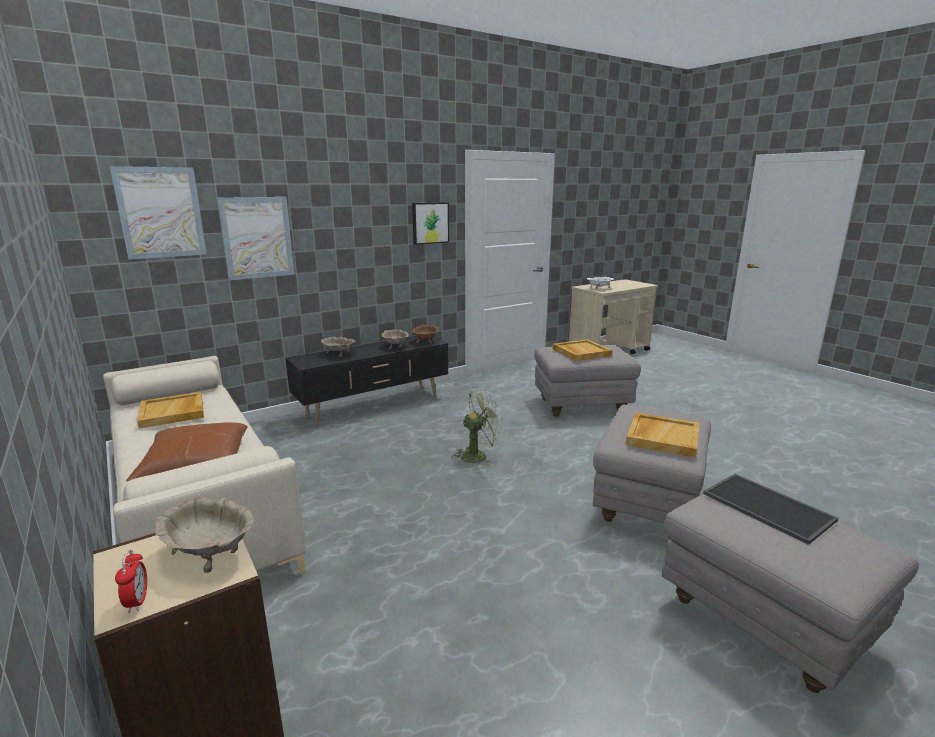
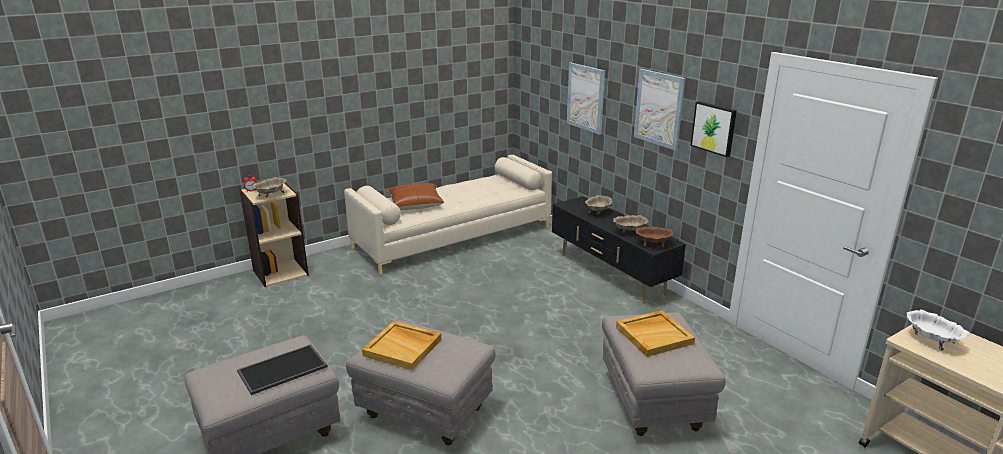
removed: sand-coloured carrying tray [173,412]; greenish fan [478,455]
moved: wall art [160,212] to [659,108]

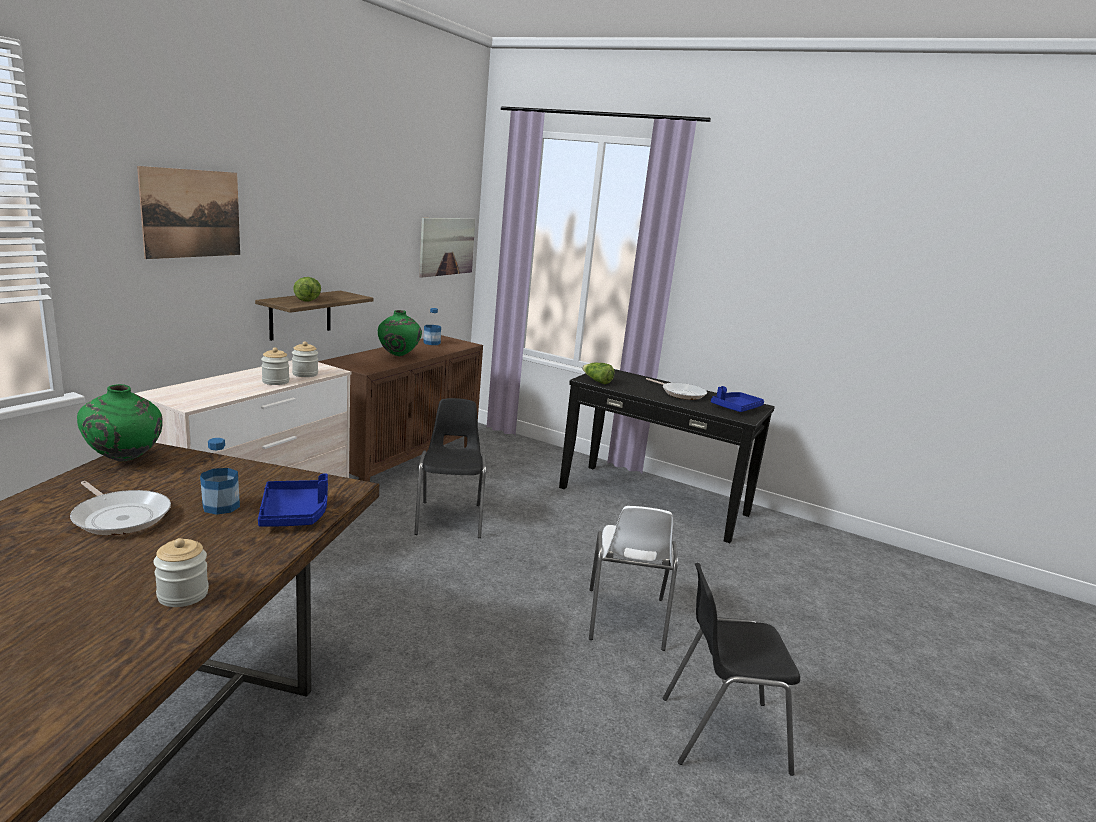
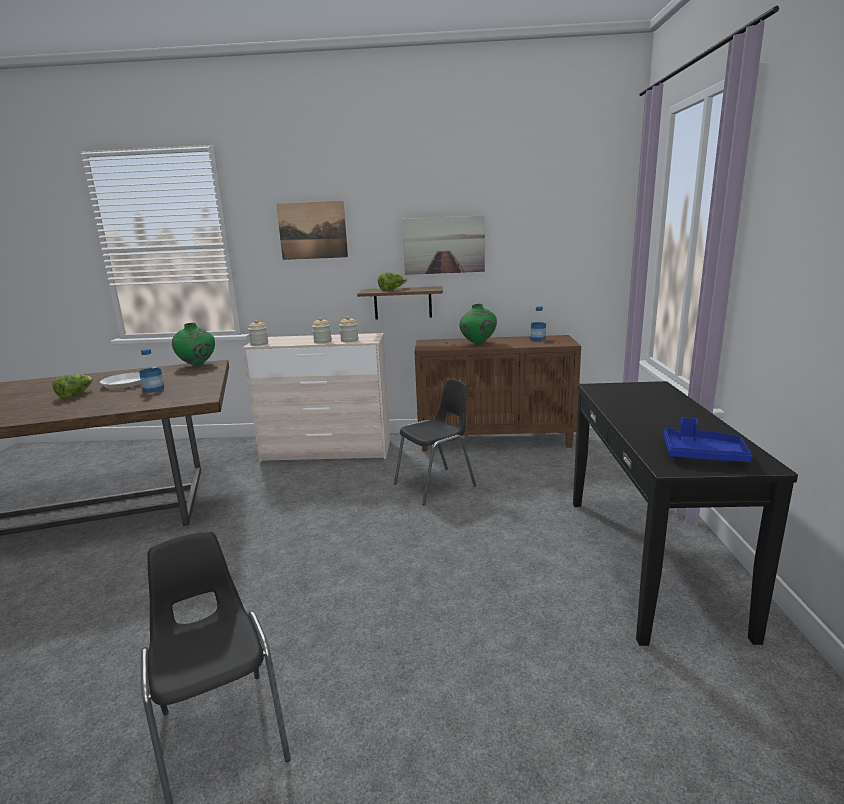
removed: blue carrying tray [295,513]; white chair [625,619]; pan [681,393]
moved: lettuce head [597,381] to [75,394]; storage jar [183,594] to [259,344]; wall art [447,246] to [443,245]

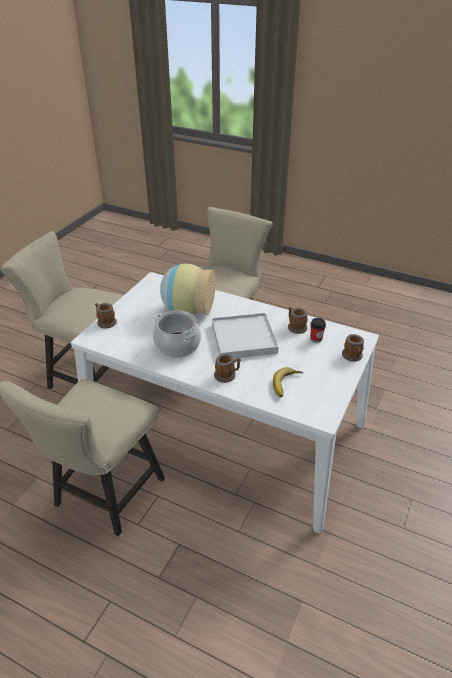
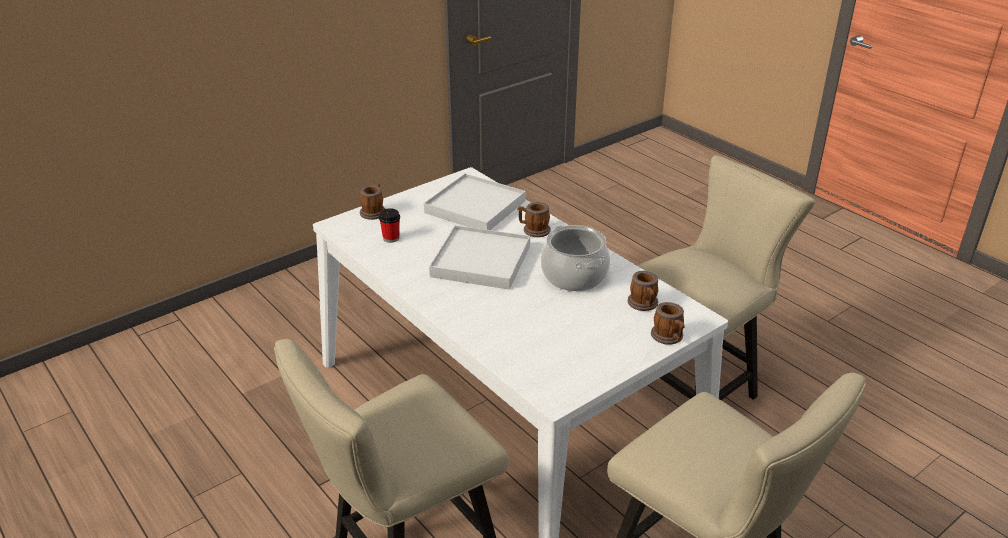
removed: decorative vase [187,310]
moved: tea mug [295,327] to [644,304]
replaced: whole banana [287,385] to white carrying tray [475,206]

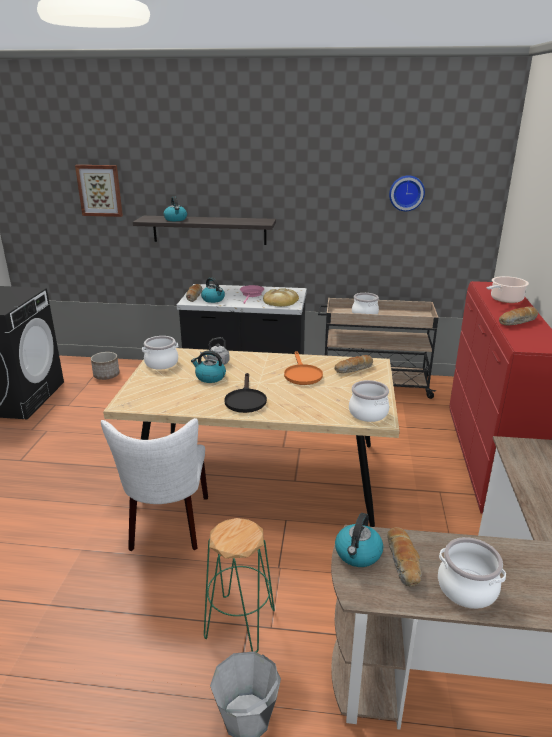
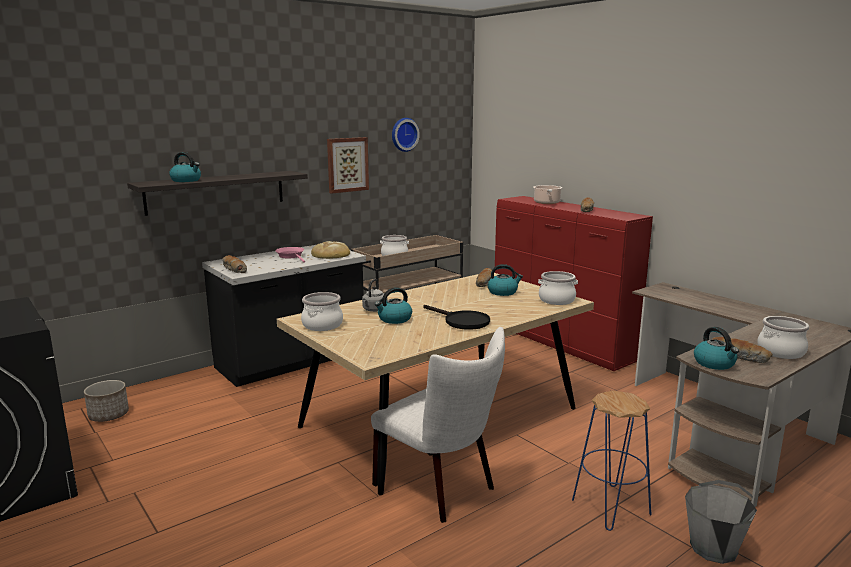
removed: orange pan [302,374]
moved: wall art [100,190] to [347,164]; water kettle [213,299] to [503,292]
recoloured: greenish sitting stool [240,623] to blue sitting stool [610,507]

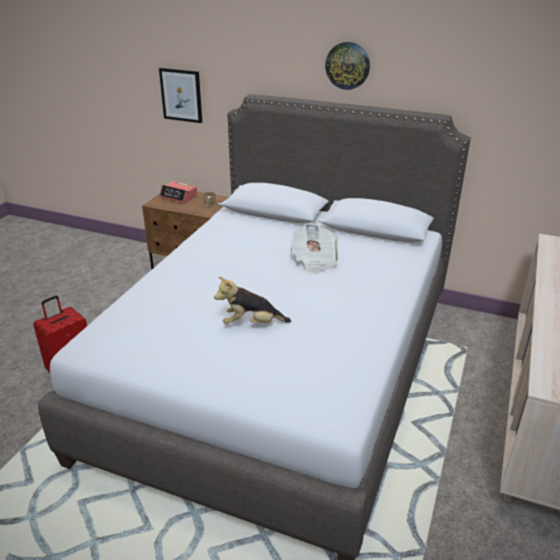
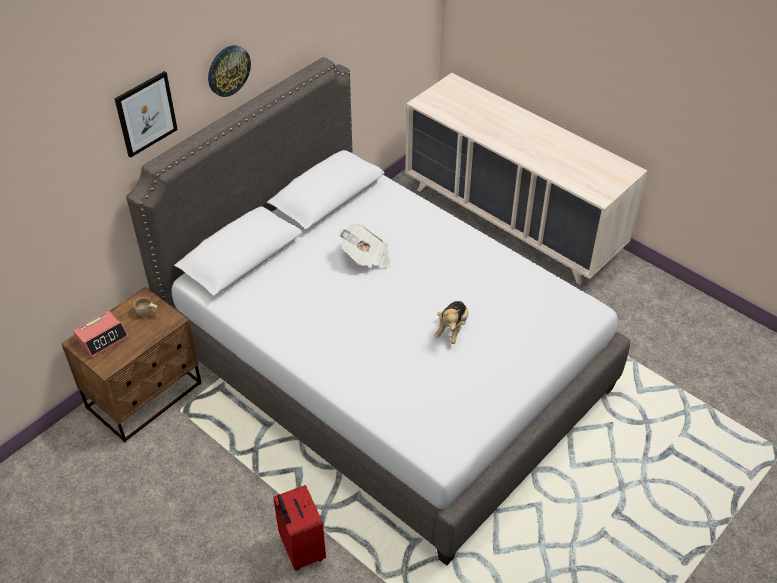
moved: wall art [181,95] to [146,114]

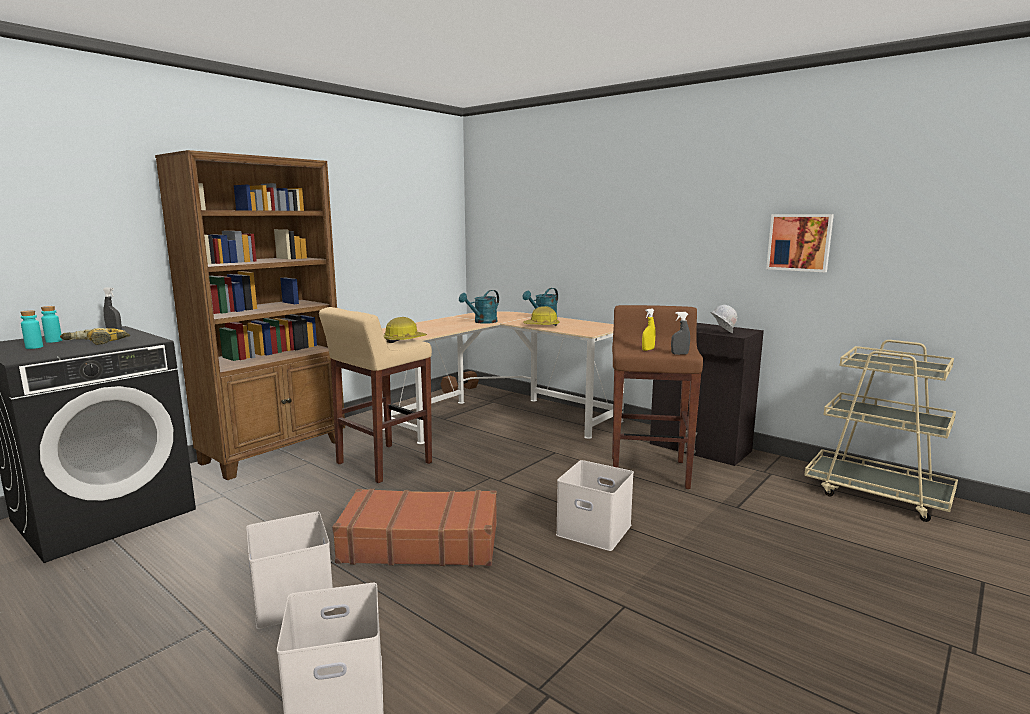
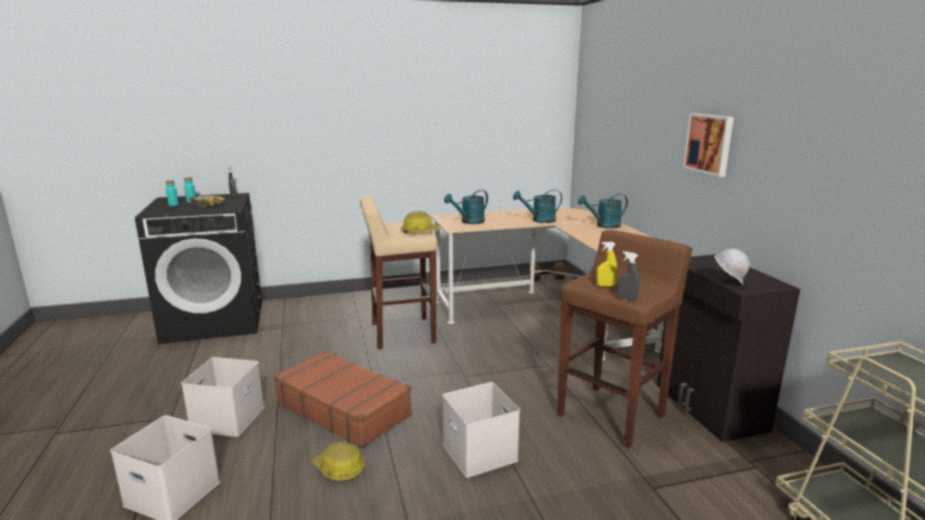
removed: brown-coloured bookshelf [275,452]
added: turquoise-coloured watering can [469,222]
moved: safety helmet [541,326] to [339,469]; wall art [799,242] to [709,144]

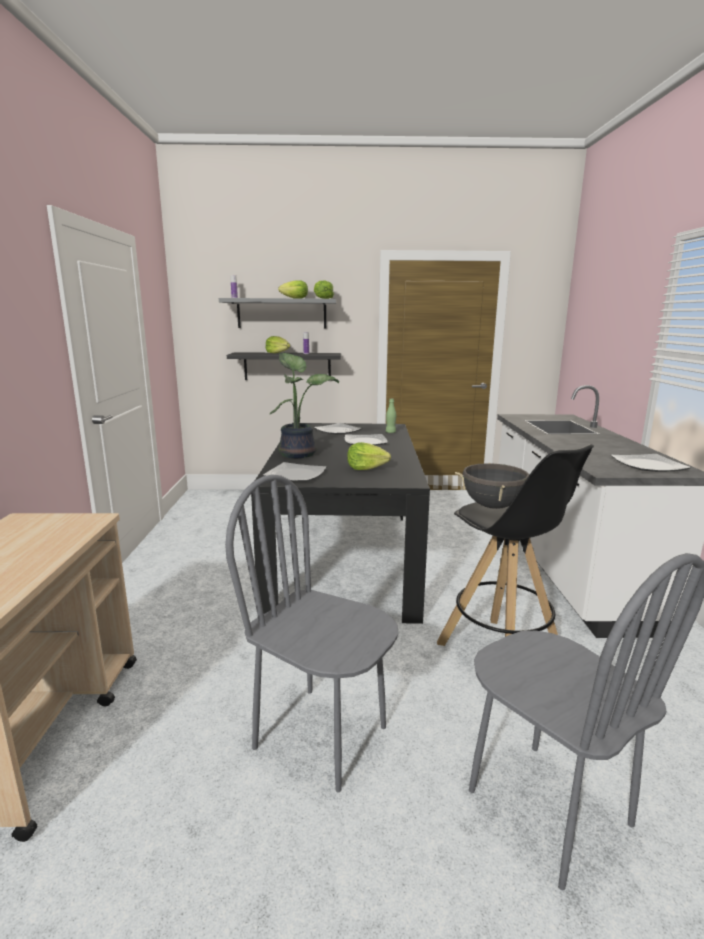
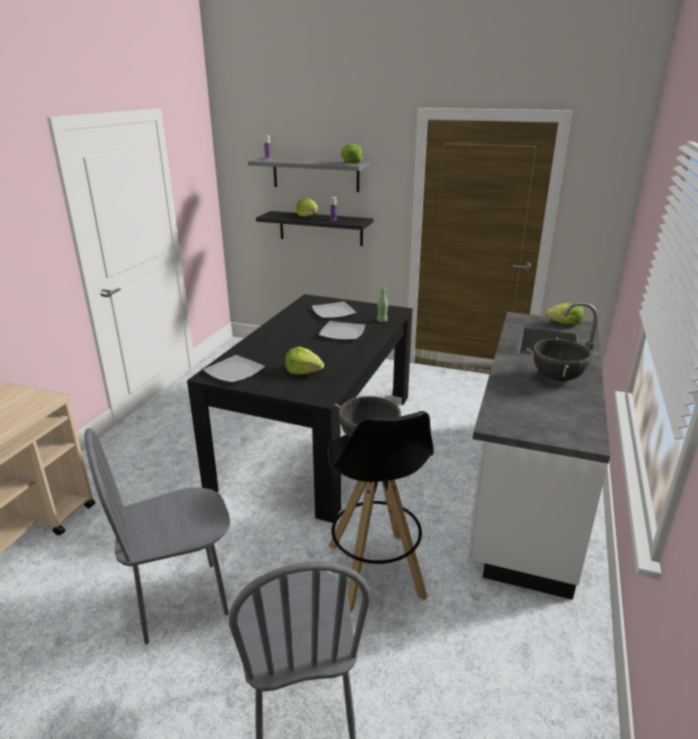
removed: potted plant [298,453]; plate [648,465]
added: blackish saucepot [557,378]
moved: lettuce head [295,298] to [564,323]
turned: grey chair [321,736] = [181,600] 75 degrees counterclockwise

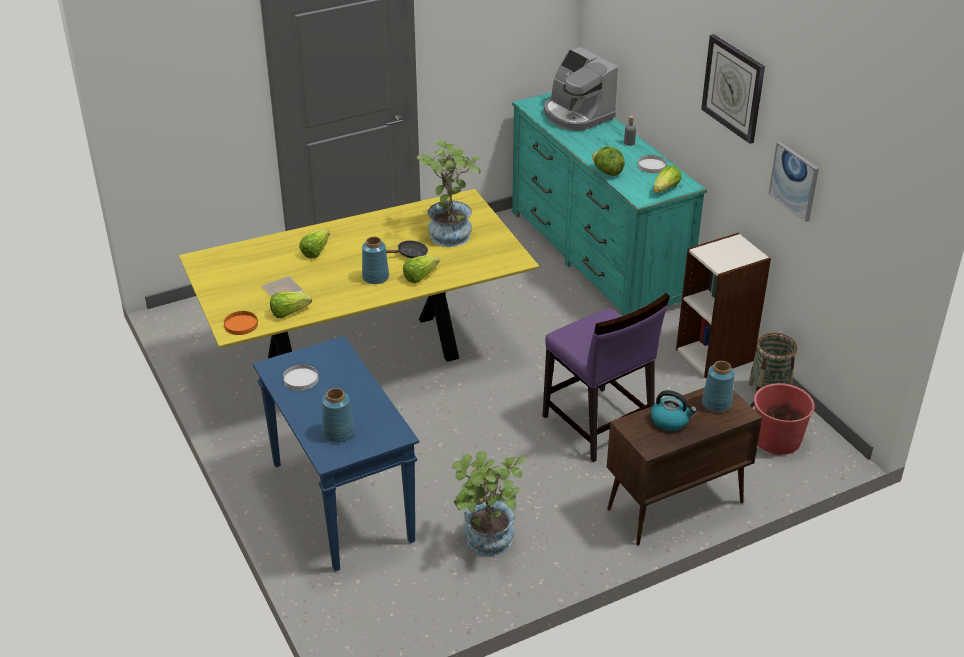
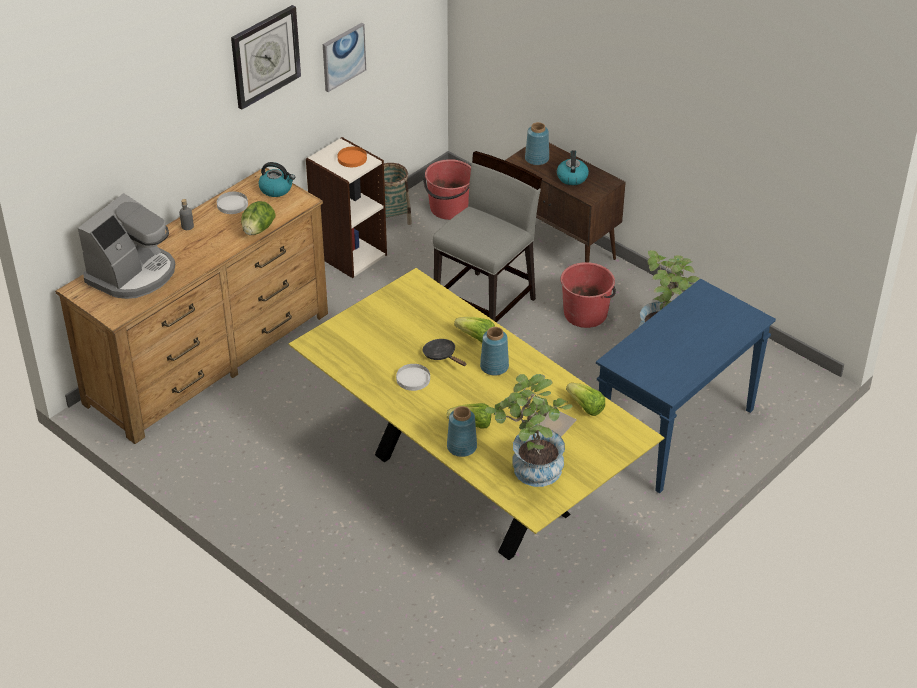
added: red bucket [586,313]
moved: orange plate [241,324] to [352,158]; white plate [301,379] to [413,378]; blue decorative vase [338,433] to [462,447]; potted plant [450,232] to [530,471]
replaced: lettuce head [666,189] to water kettle [276,189]
recoloured: turquoise-coloured drawer chest [596,256] to brown-coloured drawer chest [208,357]; purplish chair [598,425] to grey chair [486,305]

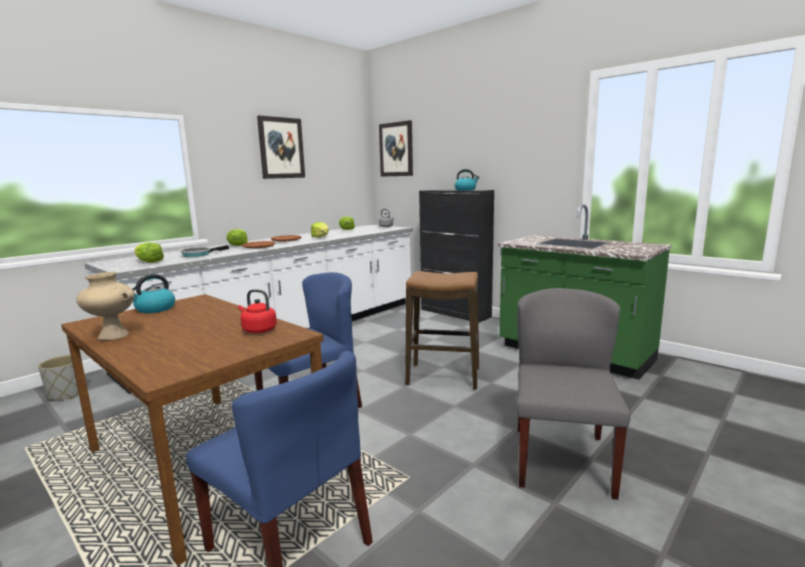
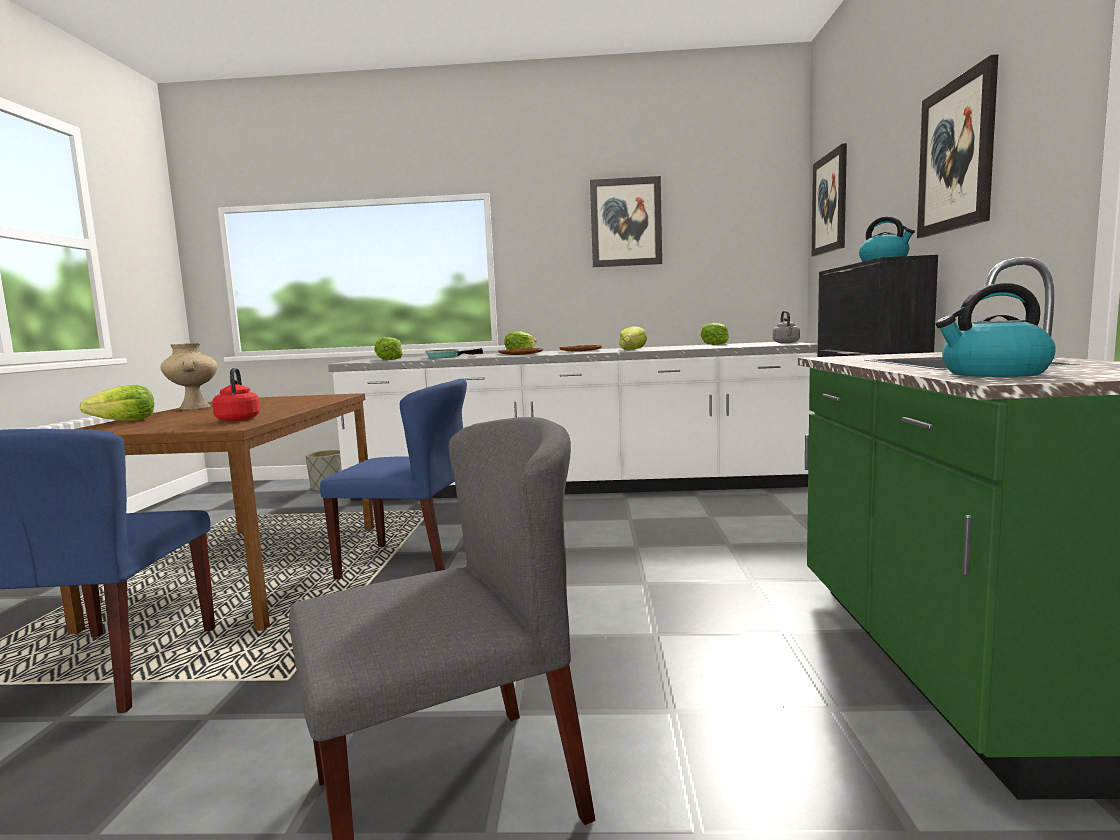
removed: sitting stool [443,377]
added: lettuce head [125,421]; wall art [956,156]
moved: water kettle [155,309] to [993,374]

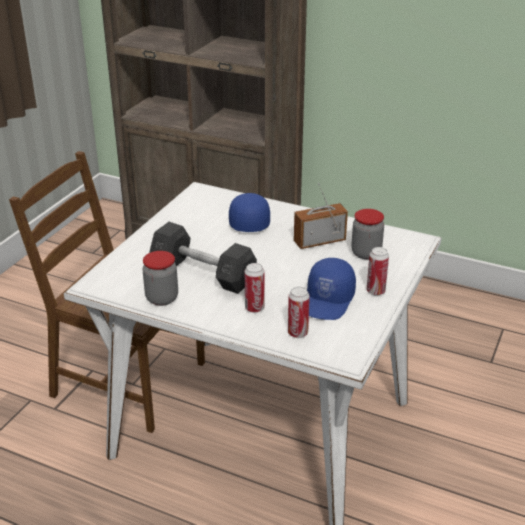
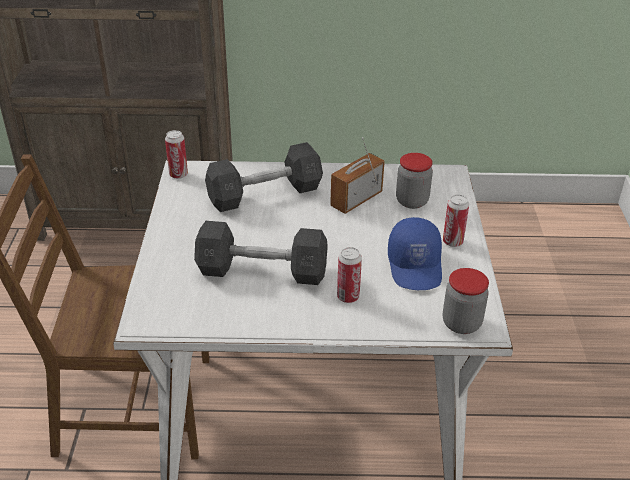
moved: can [297,333] to [178,175]; storage jar [162,298] to [461,323]
replaced: blue peaked cap [249,221] to grey free weight [265,194]

